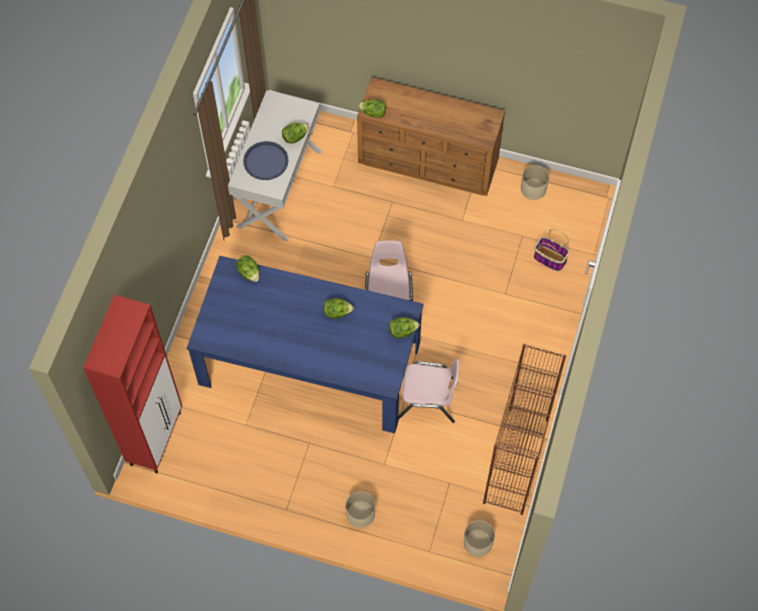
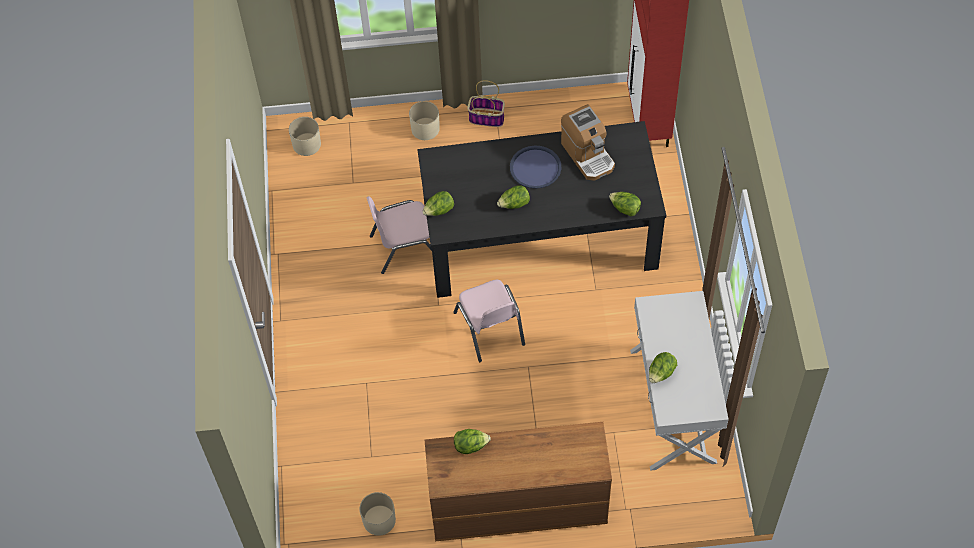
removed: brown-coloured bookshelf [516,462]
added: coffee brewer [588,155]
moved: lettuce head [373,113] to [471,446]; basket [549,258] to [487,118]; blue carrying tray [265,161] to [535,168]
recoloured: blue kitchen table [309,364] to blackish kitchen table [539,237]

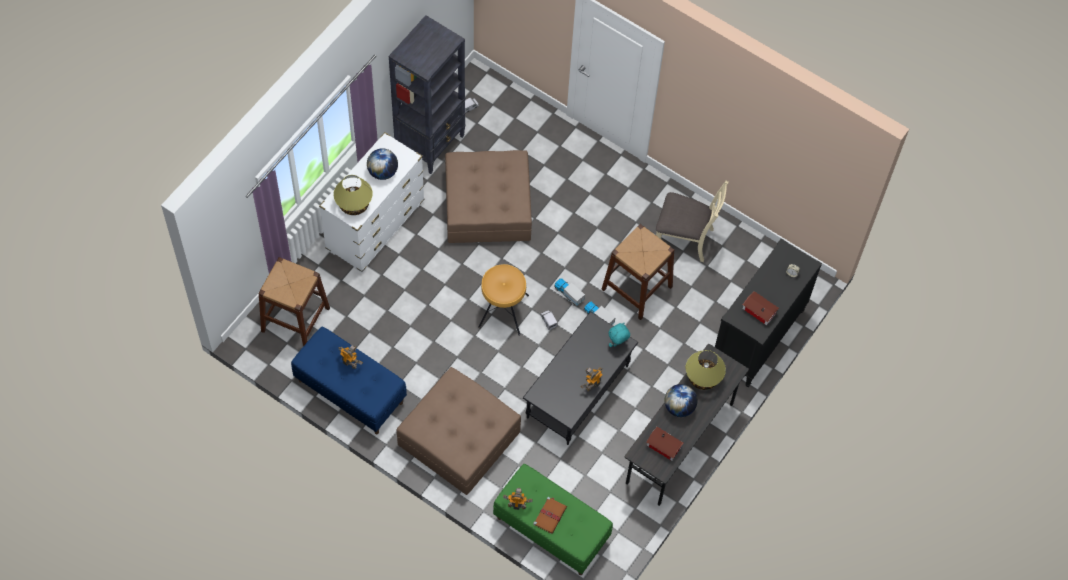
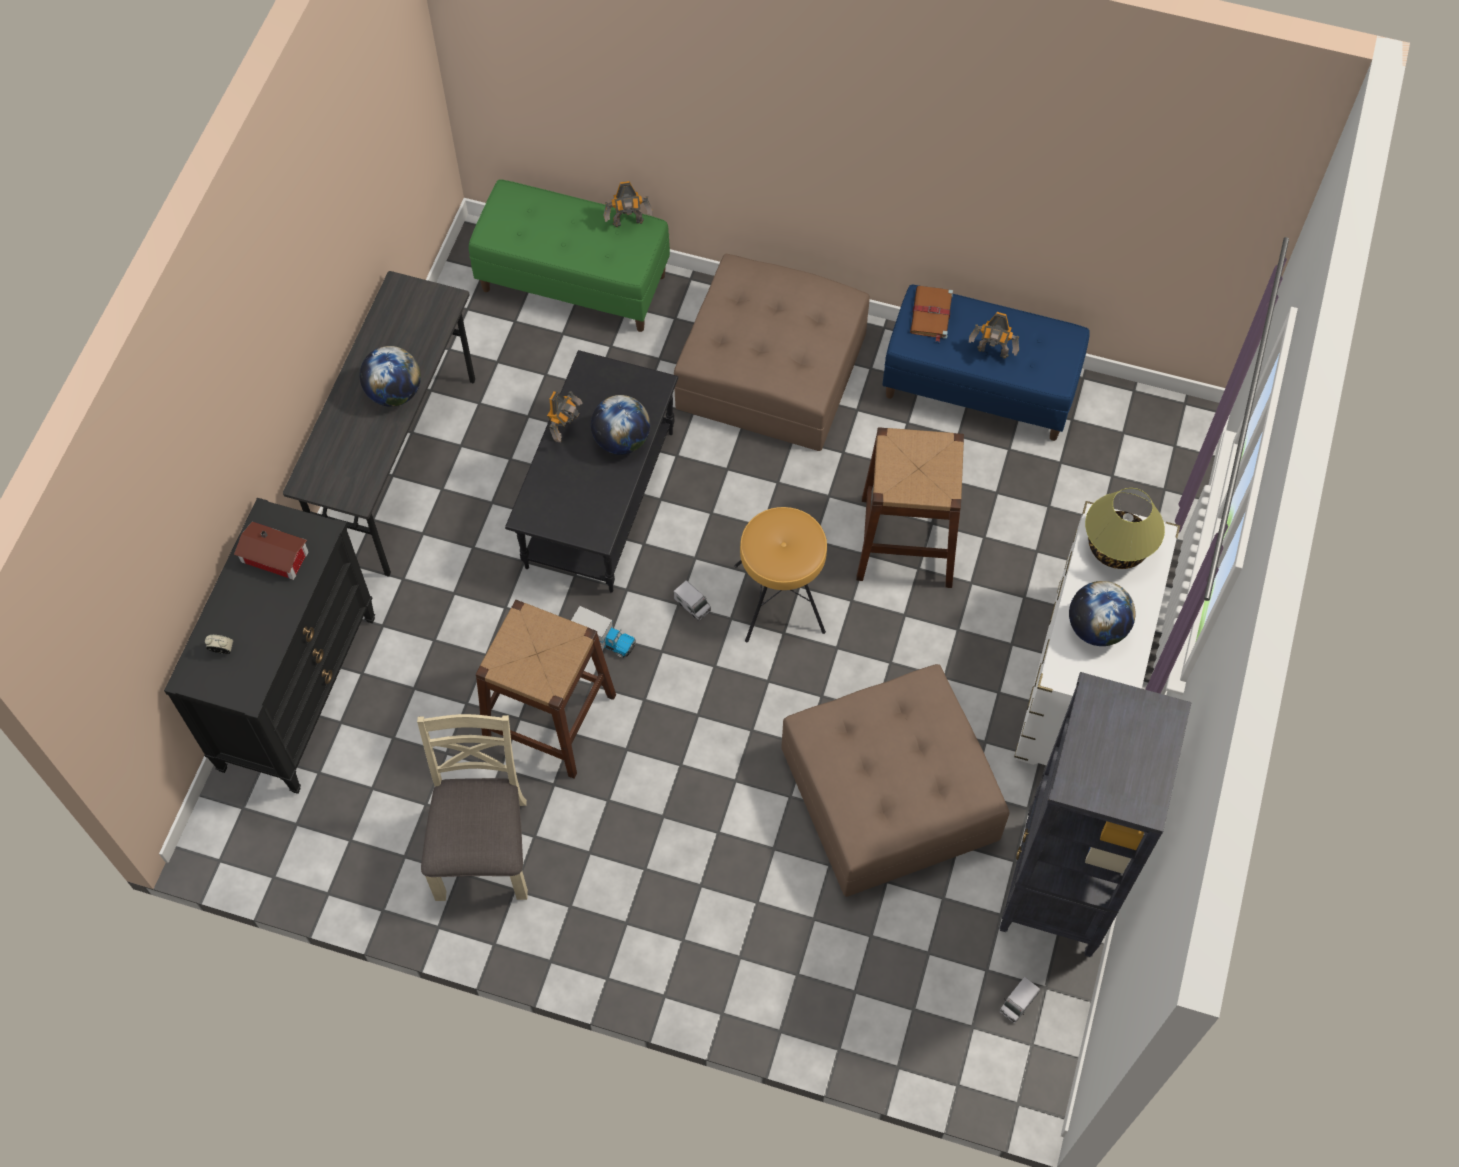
removed: toy truck [568,294]; turquoise-coloured soft toy [617,344]; model house [664,447]; lamp for a table [703,377]
added: world globe [621,440]
moved: brown-coloured sitting stool [295,319] to [906,541]; brown-coloured volume [550,515] to [931,314]
turned: sand-coloured chair [684,238] = [483,847] 90 degrees clockwise

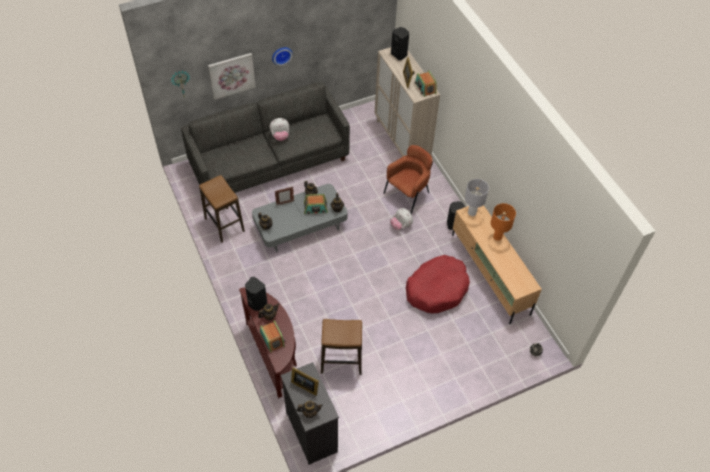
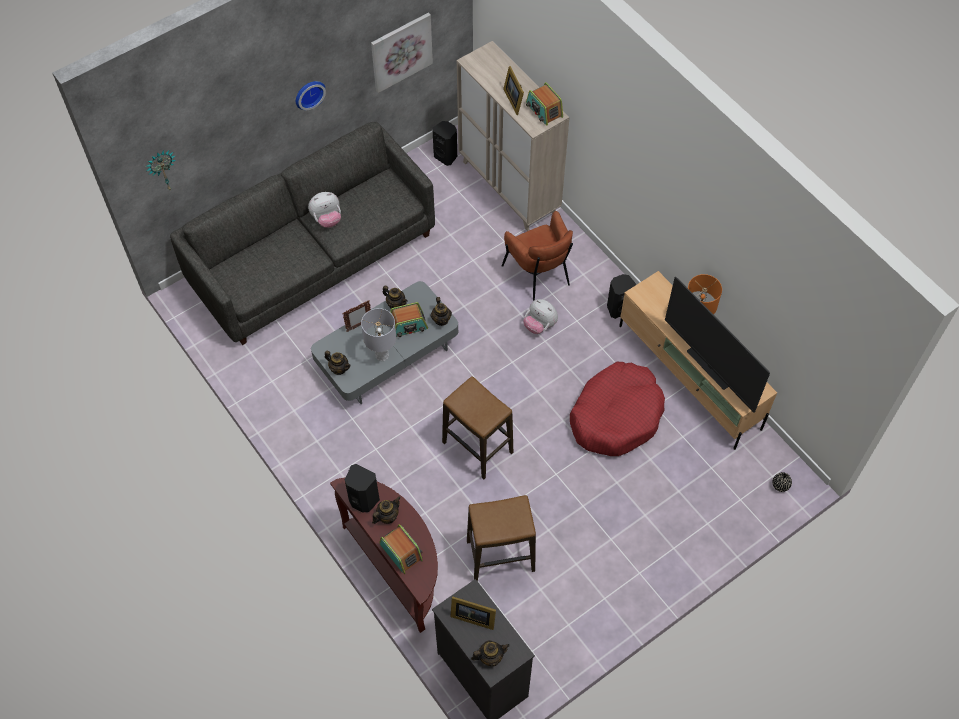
added: TV set [708,367]
moved: grey lamp for a table [472,212] to [382,355]; wall art [231,75] to [401,51]; blackish audio speaker [399,54] to [446,156]; sitting stool [224,225] to [477,447]
turned: brown-coloured easy chair [408,194] = [539,273] 120 degrees clockwise

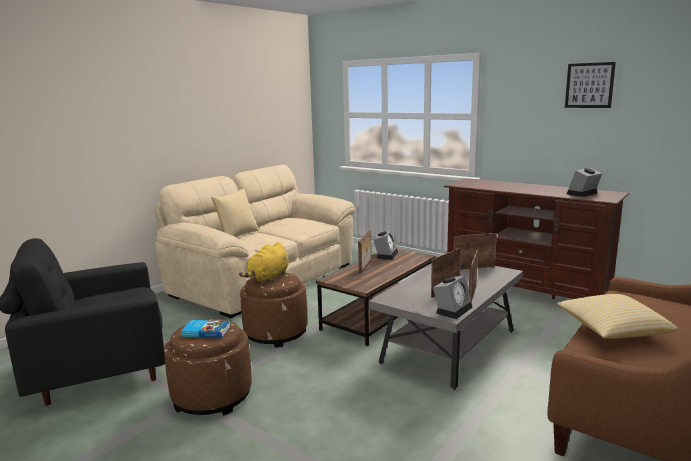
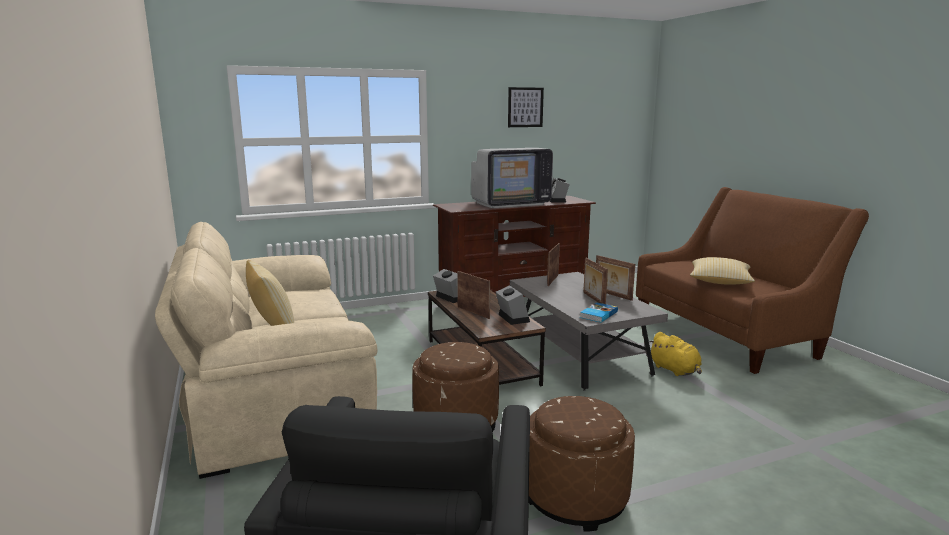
added: TV set [510,203]
moved: table clock [453,309] to [511,318]; volume [206,331] to [598,314]; yellow soft toy [268,278] to [675,370]

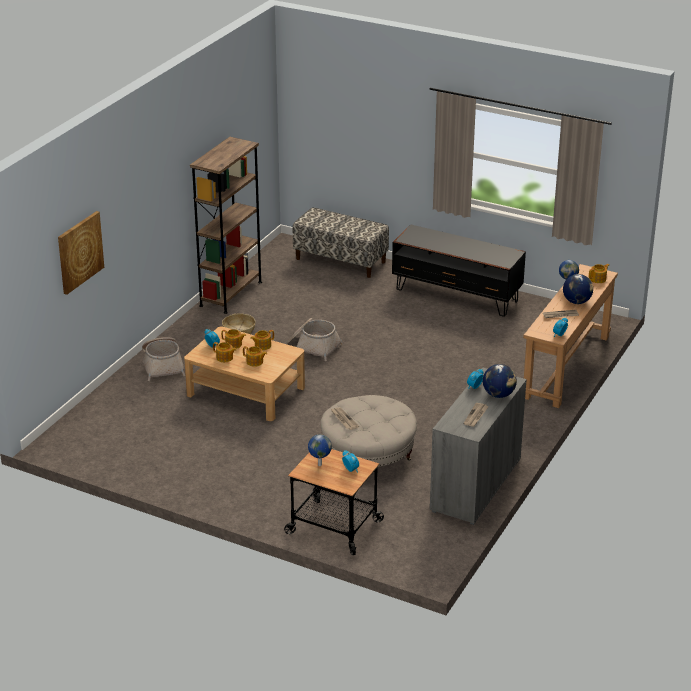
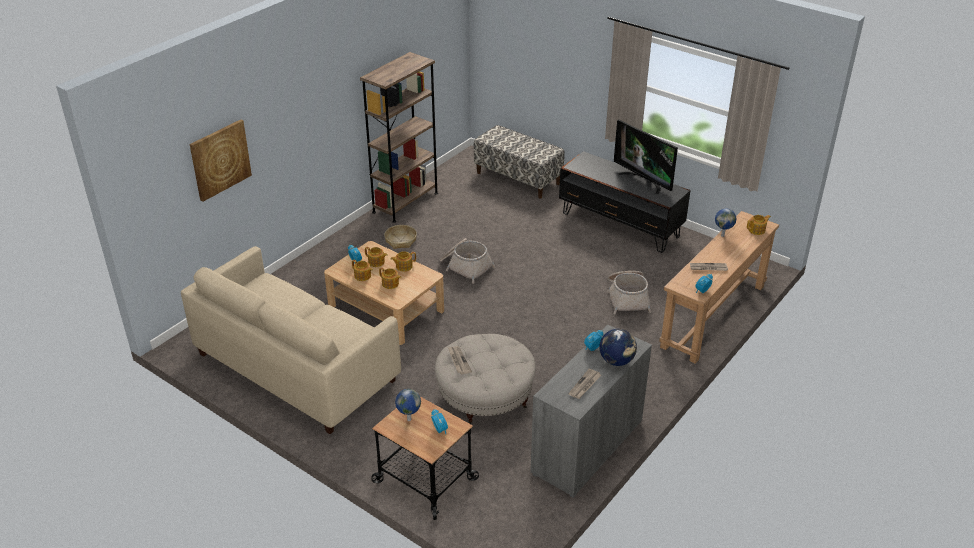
removed: world globe [577,302]
added: sand-coloured sofa [296,367]; TV set [643,181]
moved: basket [163,365] to [627,298]

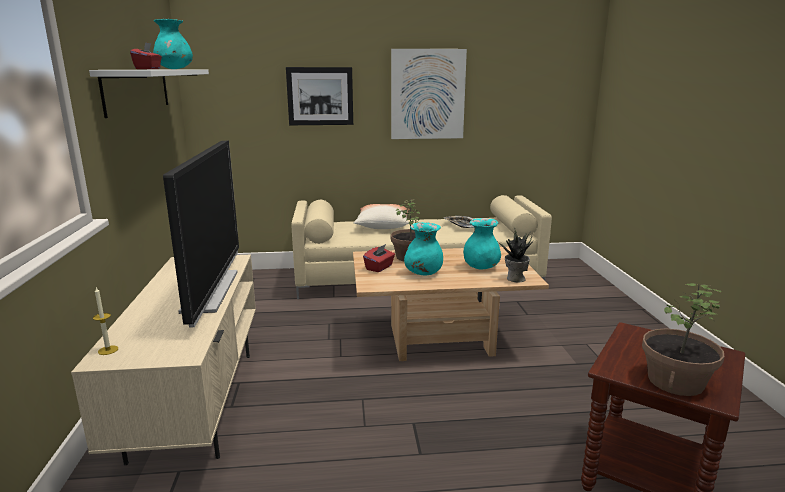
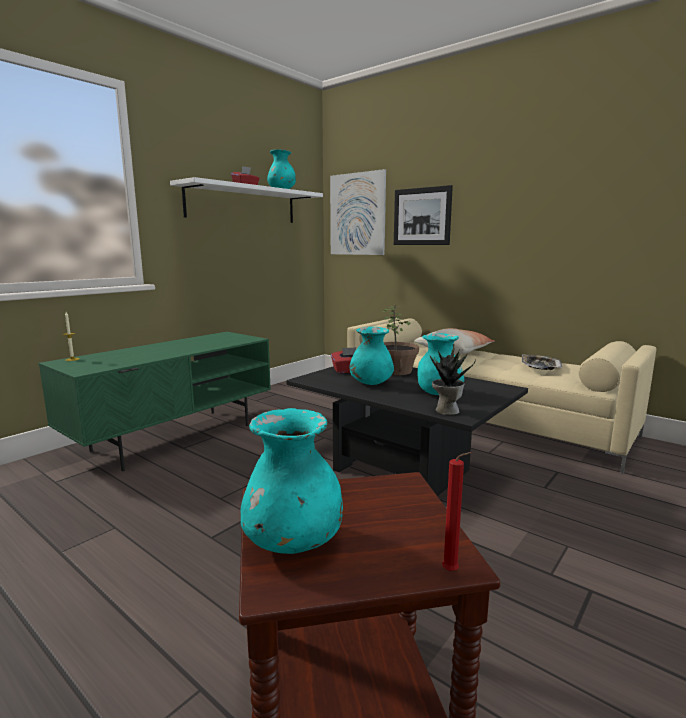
removed: TV set [211,291]
added: red wax light [452,572]
moved: wall art [427,94] to [357,214]
replaced: potted plant [674,381] to turquoise-coloured decorative vase [293,542]
recoloured: sand-coloured tv unit [195,401] to greenish tv unit [174,437]; sand-coloured low table [440,339] to blackish low table [401,470]

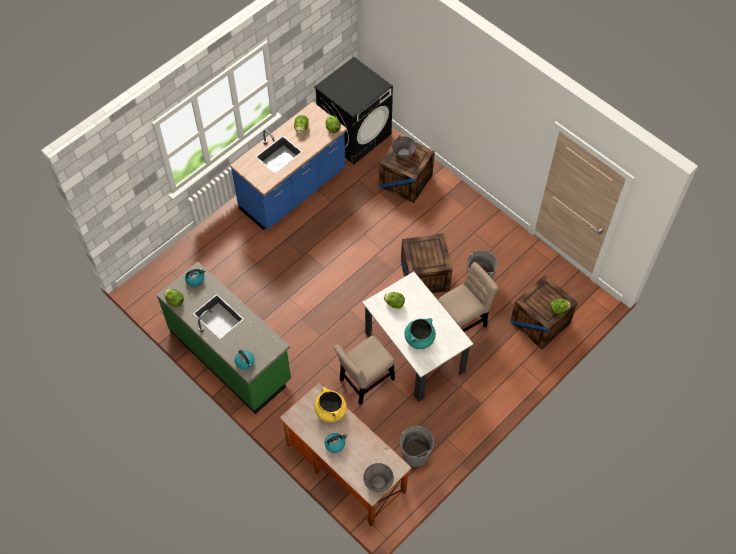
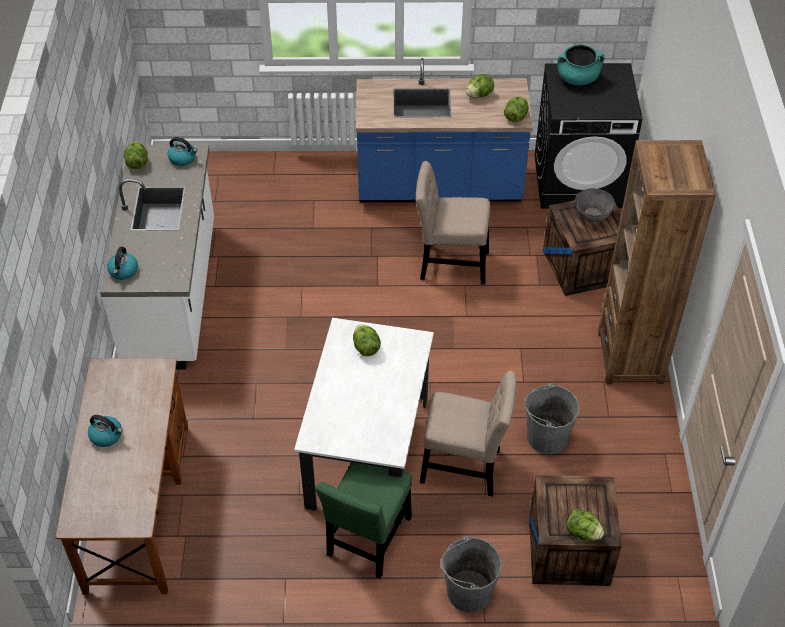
removed: yellow saucepot [330,410]; grey deep dish [378,482]; packing crate [425,276]
added: greenish chair [368,541]; brown-coloured bookshelf [630,357]
moved: sand-coloured chair [365,382] to [450,264]; grey bucket [415,454] to [468,591]; turquoise-coloured saucepot [419,338] to [577,78]
recoloured: greenish counter [231,355] to white counter [173,294]

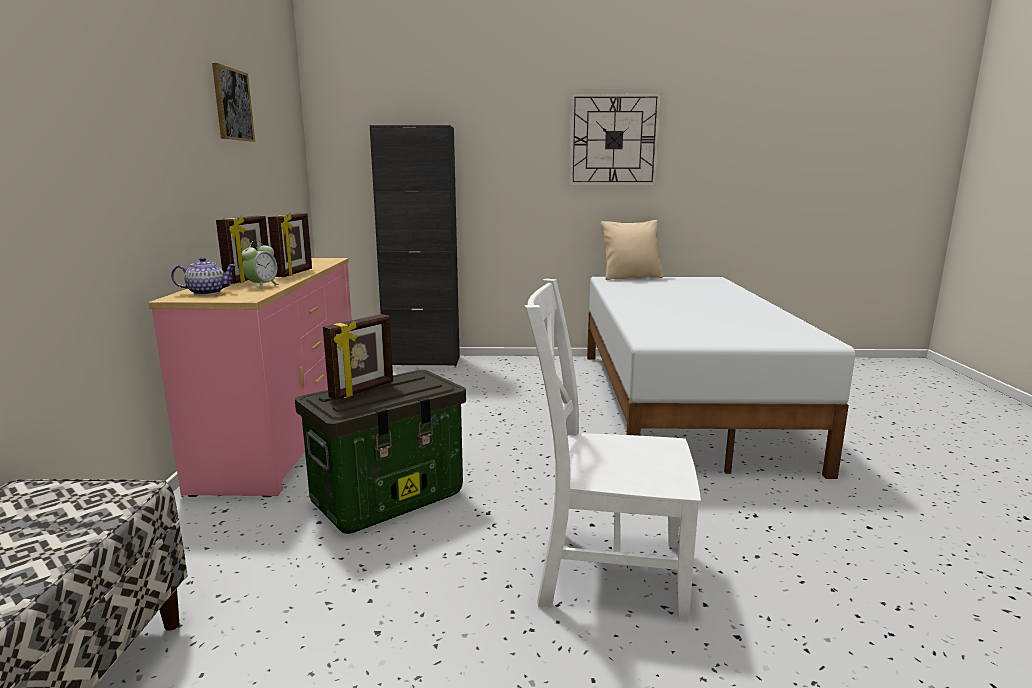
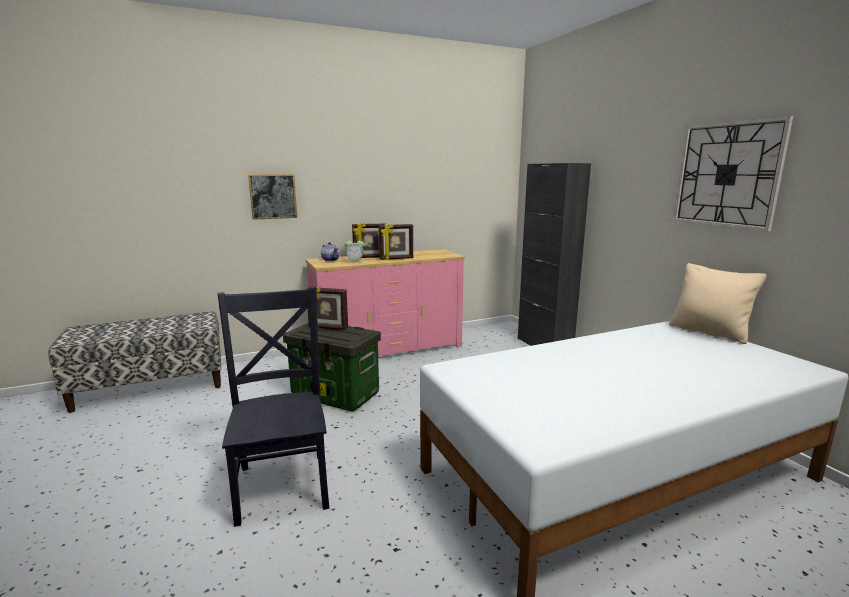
moved: wall art [232,104] to [273,196]
recoloured: white chair [604,571] to blackish chair [284,482]

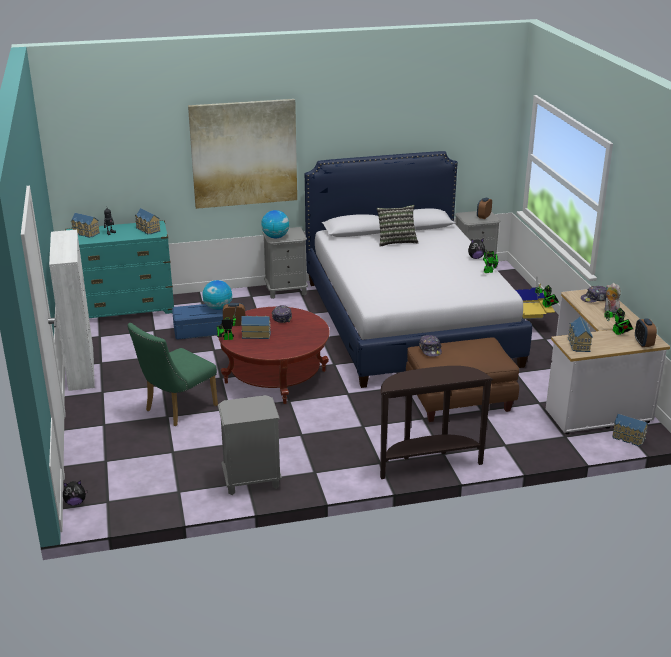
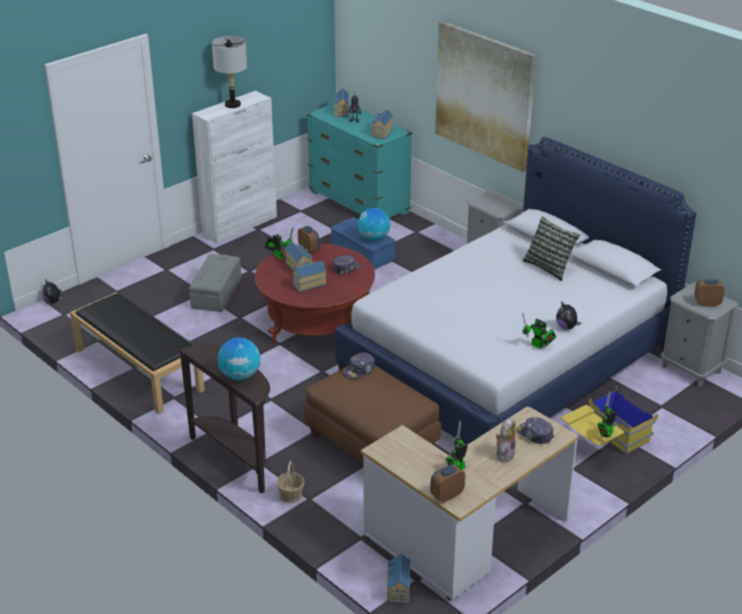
added: grey lamp for a table [233,105]; basket [291,495]
moved: world globe [275,237] to [240,376]; model house [578,344] to [308,284]
replaced: grey bedside table [251,481] to blackish long seat [137,369]; greenish chair [176,409] to grey storage box [216,293]

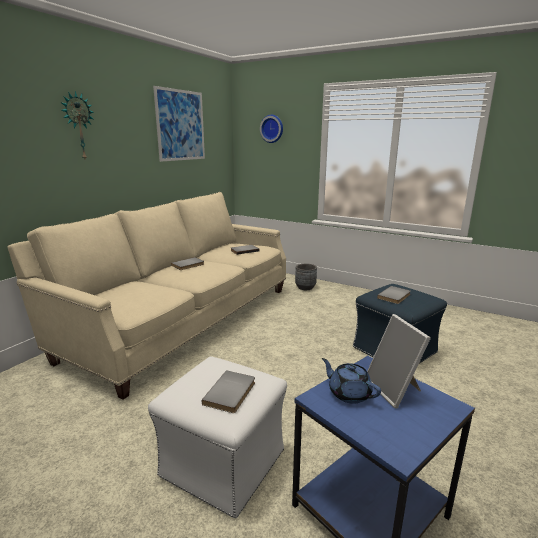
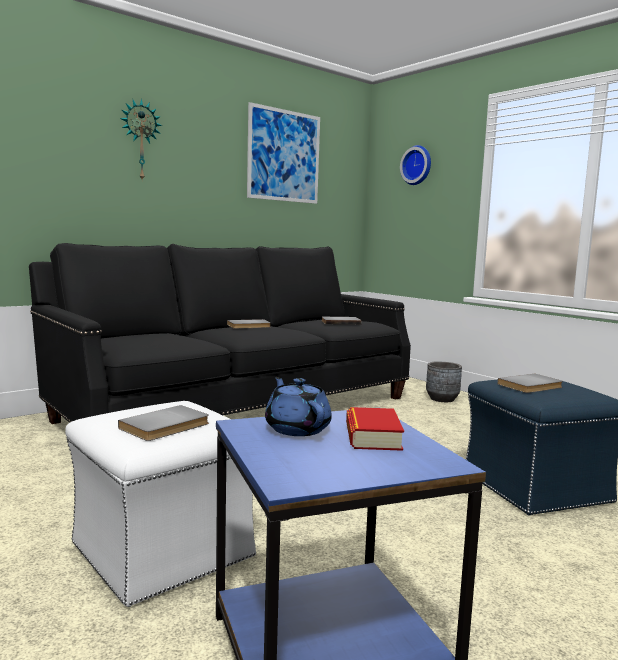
replaced: photo frame [394,389] to volume [372,436]
recoloured: sand-coloured sofa [183,319] to blackish sofa [238,406]

